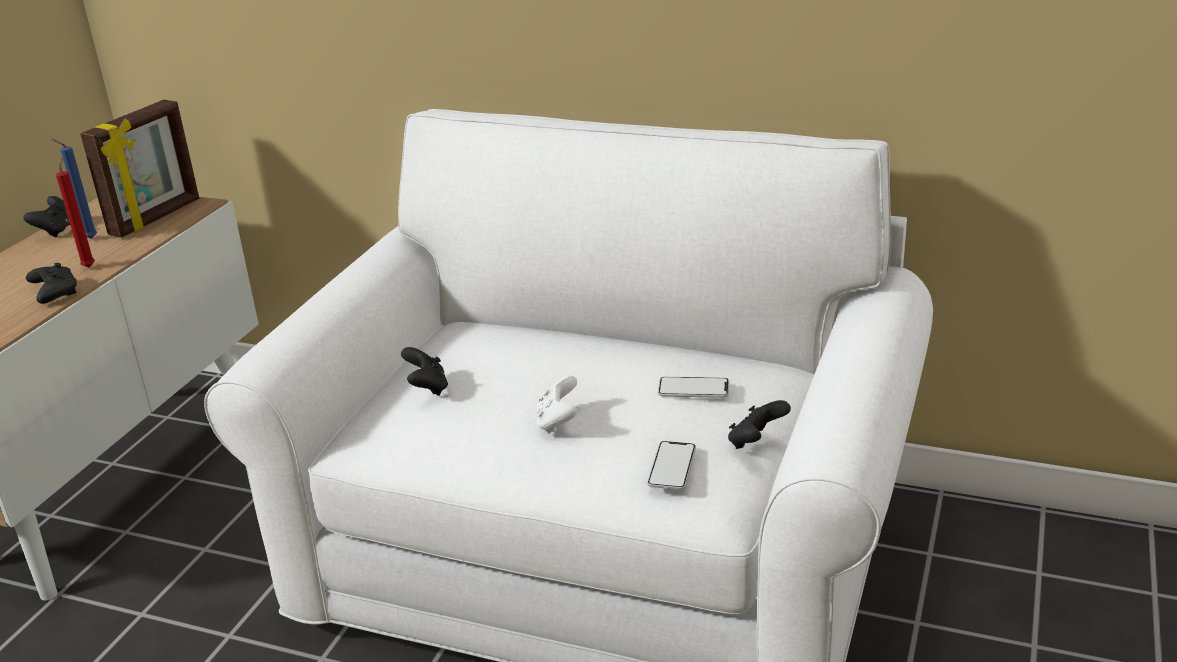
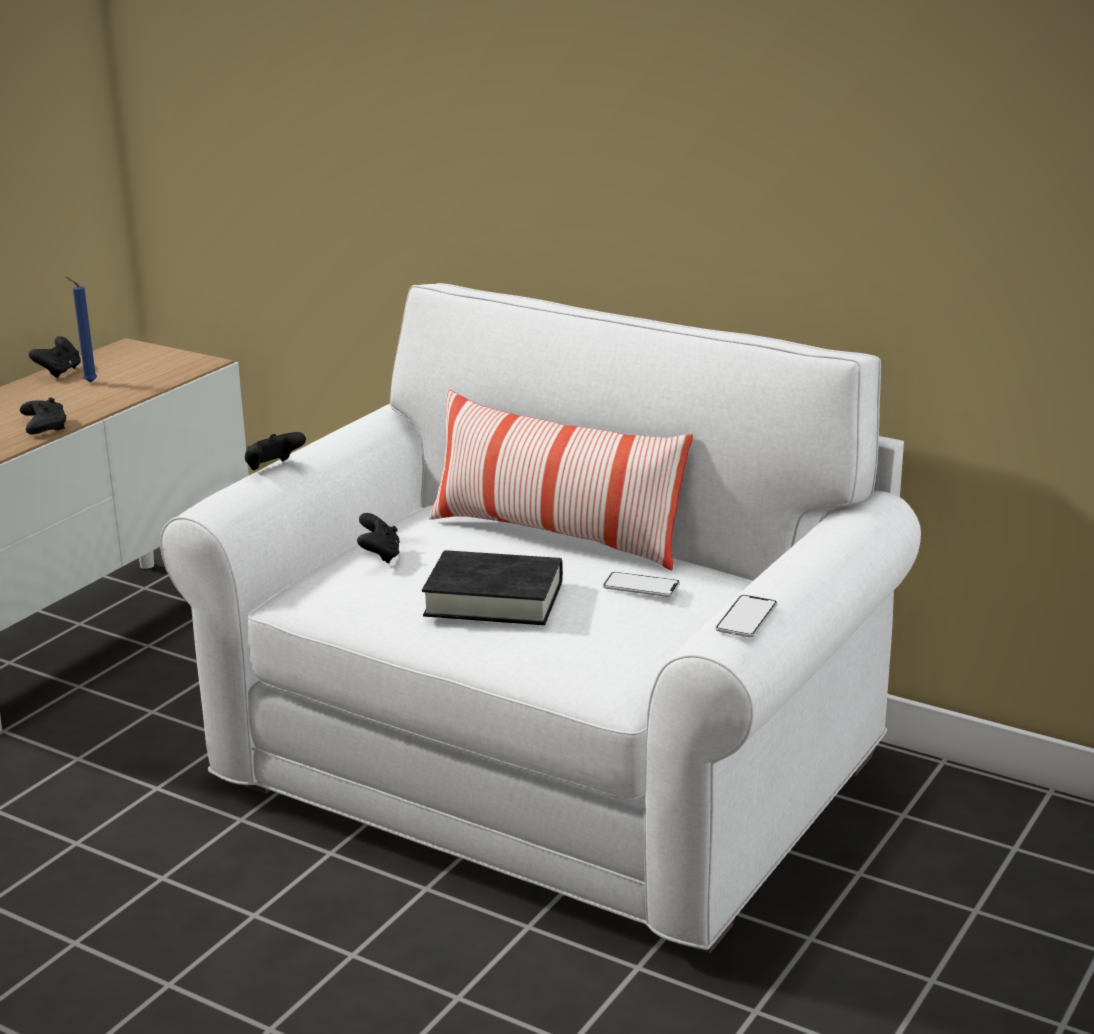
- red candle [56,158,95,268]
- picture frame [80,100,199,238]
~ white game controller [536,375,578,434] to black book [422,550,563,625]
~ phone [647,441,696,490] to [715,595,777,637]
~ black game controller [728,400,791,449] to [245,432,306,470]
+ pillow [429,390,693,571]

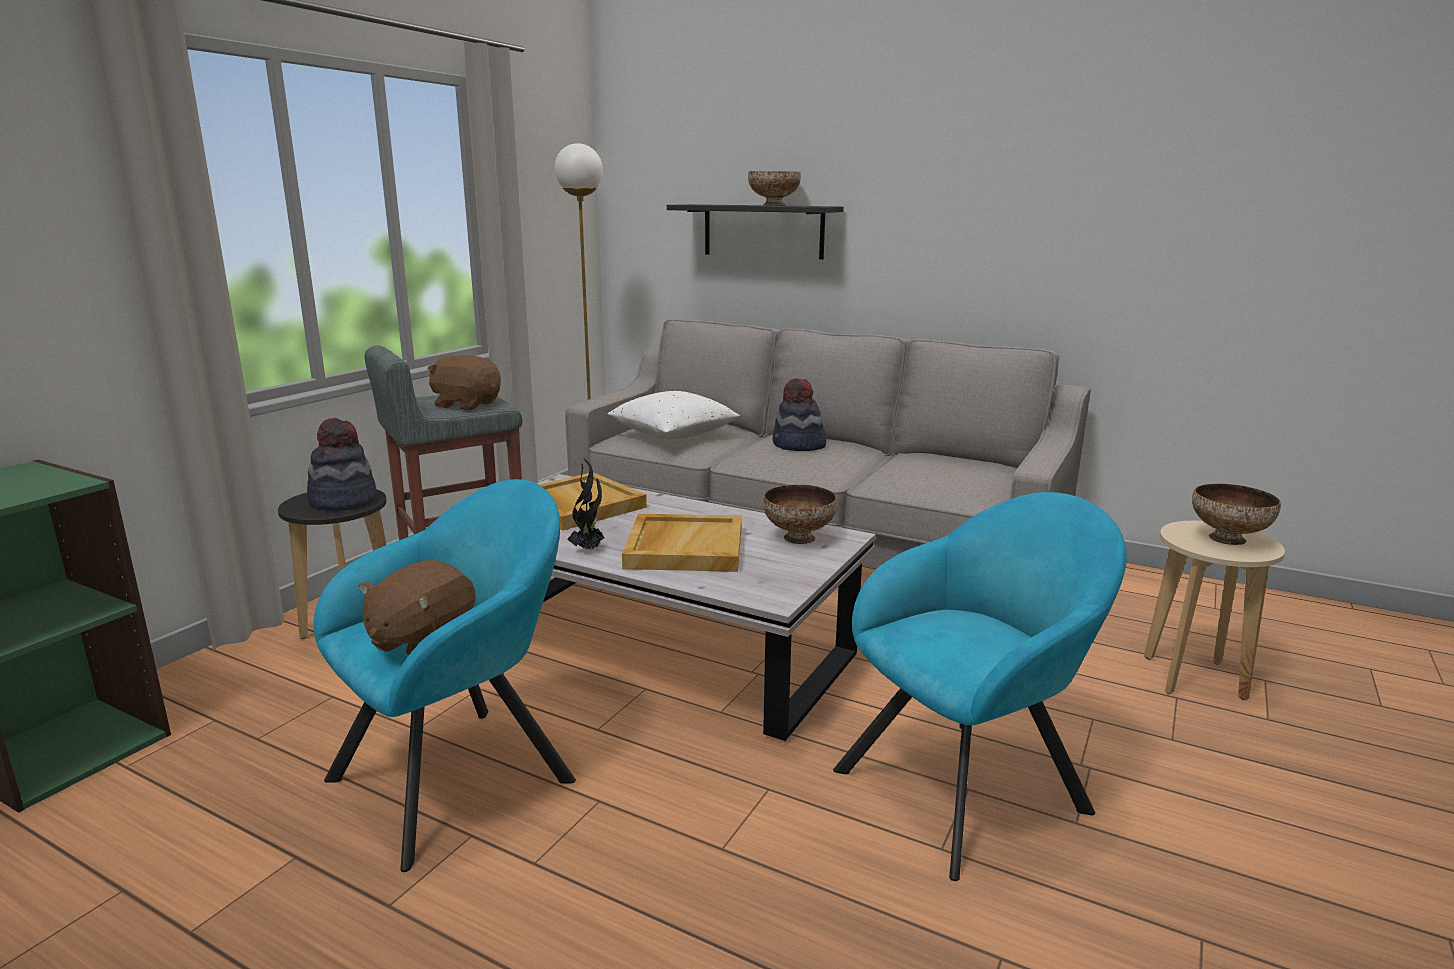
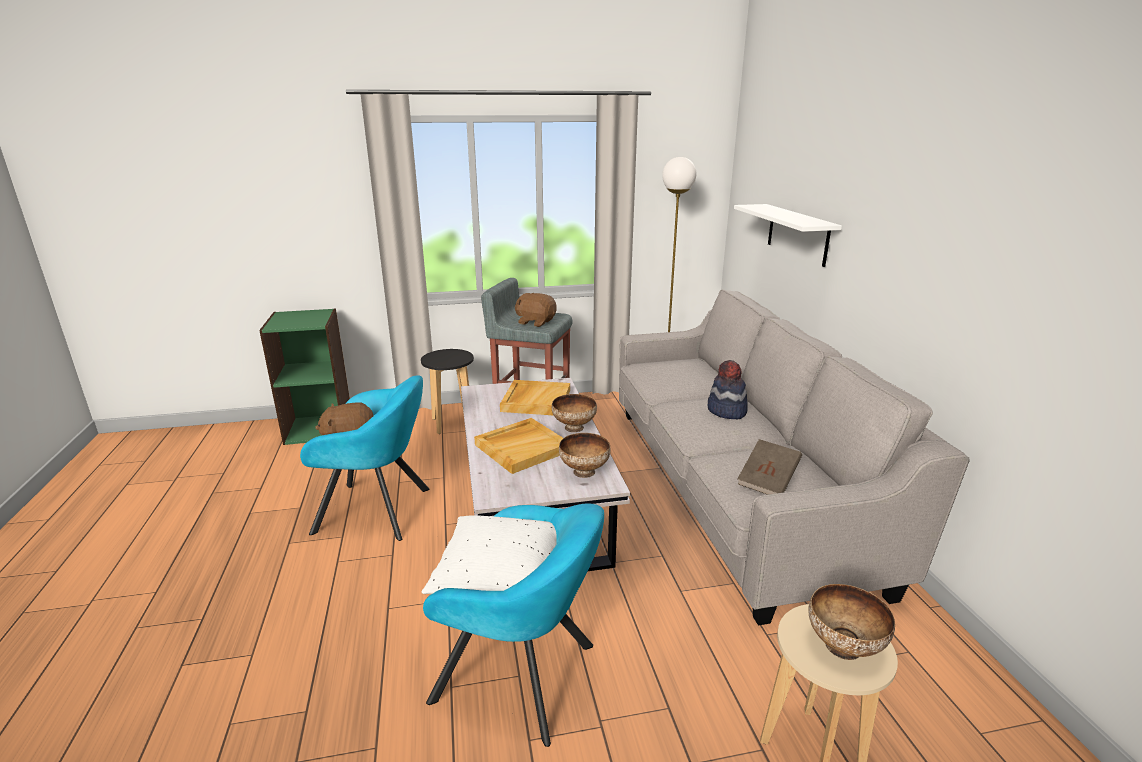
- hat [307,418,377,511]
~ brown plush toy [428,355,501,411] = [515,293,557,327] 45 degrees counterclockwise
- potted plant [567,459,605,550]
~ white pillow [607,391,740,440] to [422,515,557,594]
~ black shelf [667,204,844,259] to white shelf [734,204,842,267]
~ bowl [748,171,801,206] to [552,394,597,432]
+ brown book [738,439,802,495]

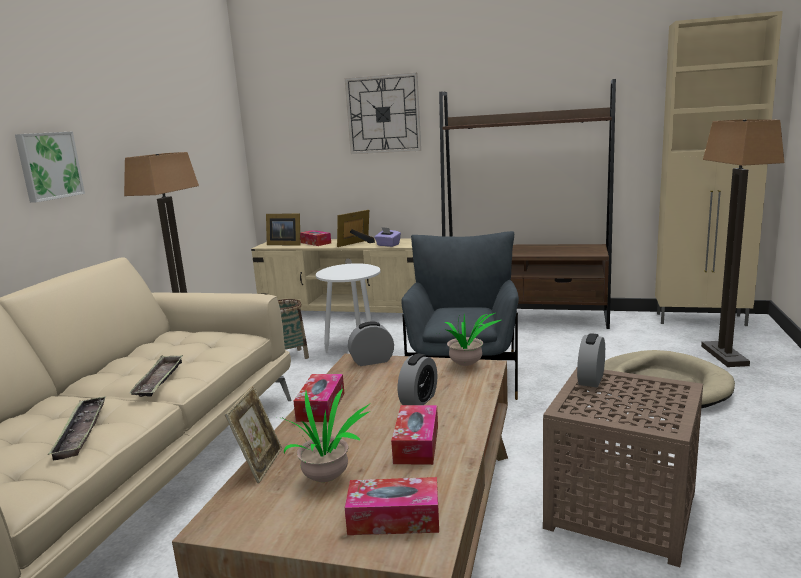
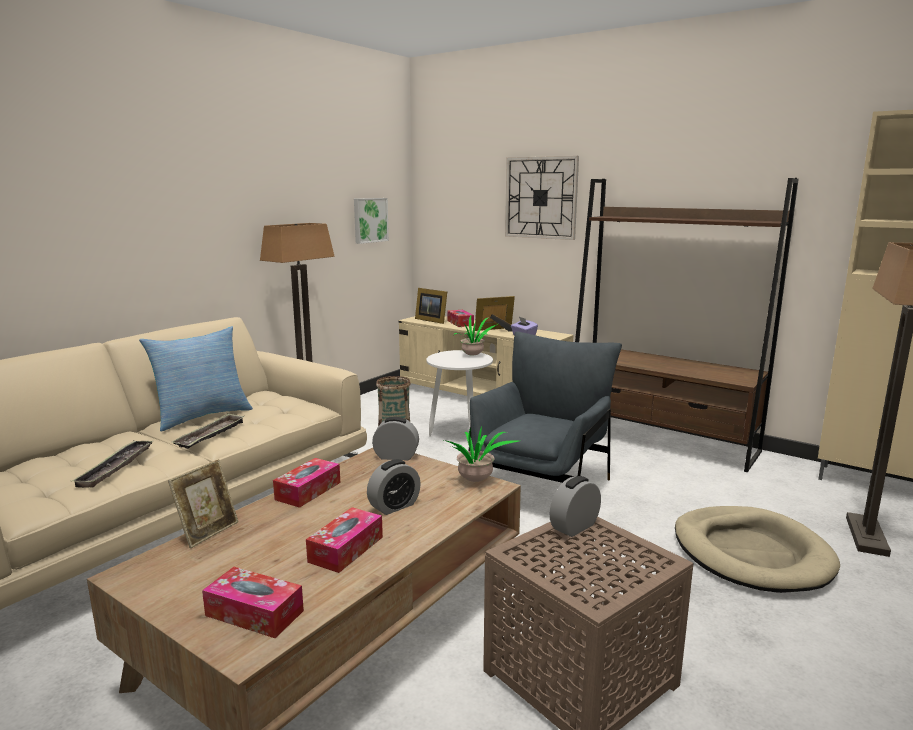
~ picture [15,131,85,203] to [354,198,389,244]
~ potted plant [281,389,371,482] to [454,316,498,355]
+ pillow [139,326,253,432]

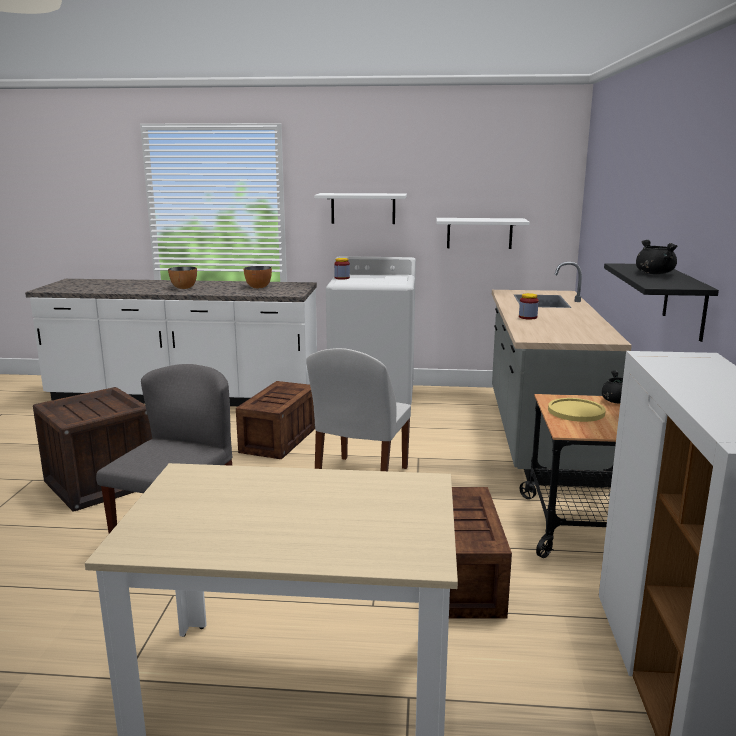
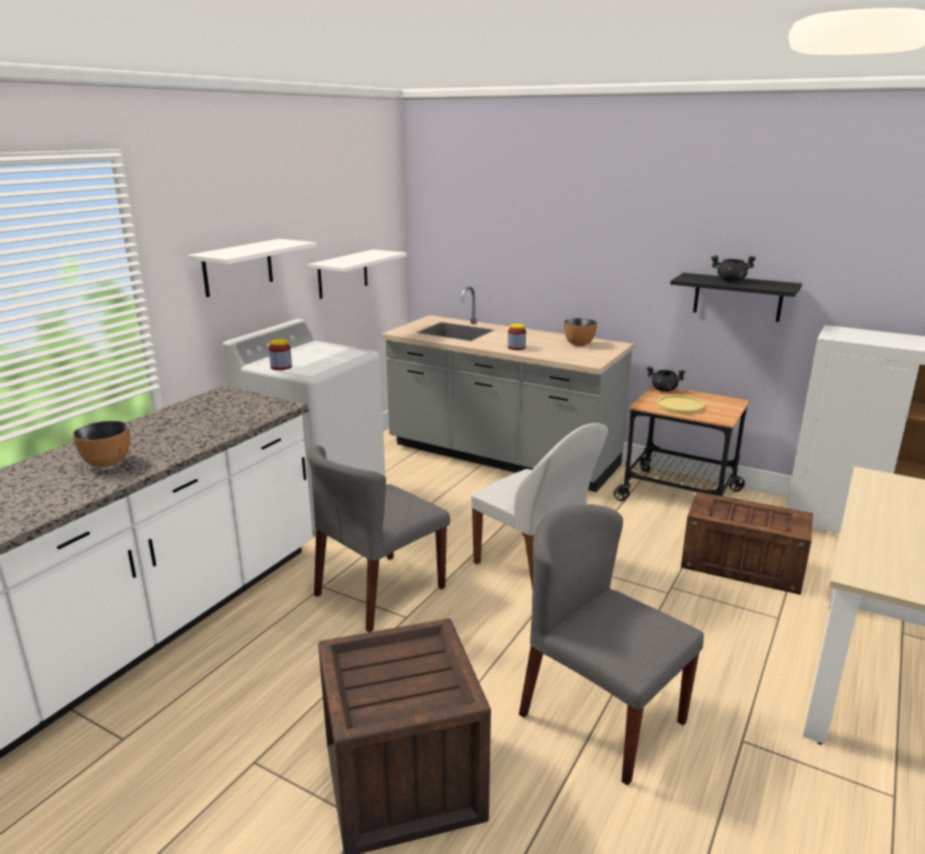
~ crate [236,381,315,459] to grey chair [307,445,450,632]
~ bowl [244,266,272,288] to [564,318,597,346]

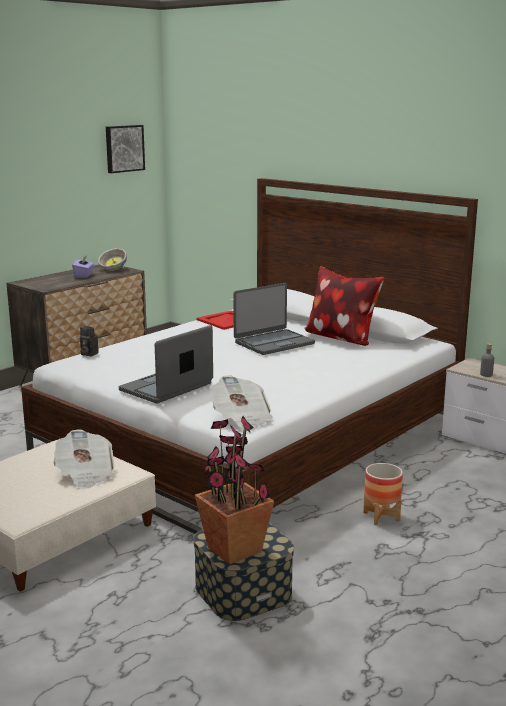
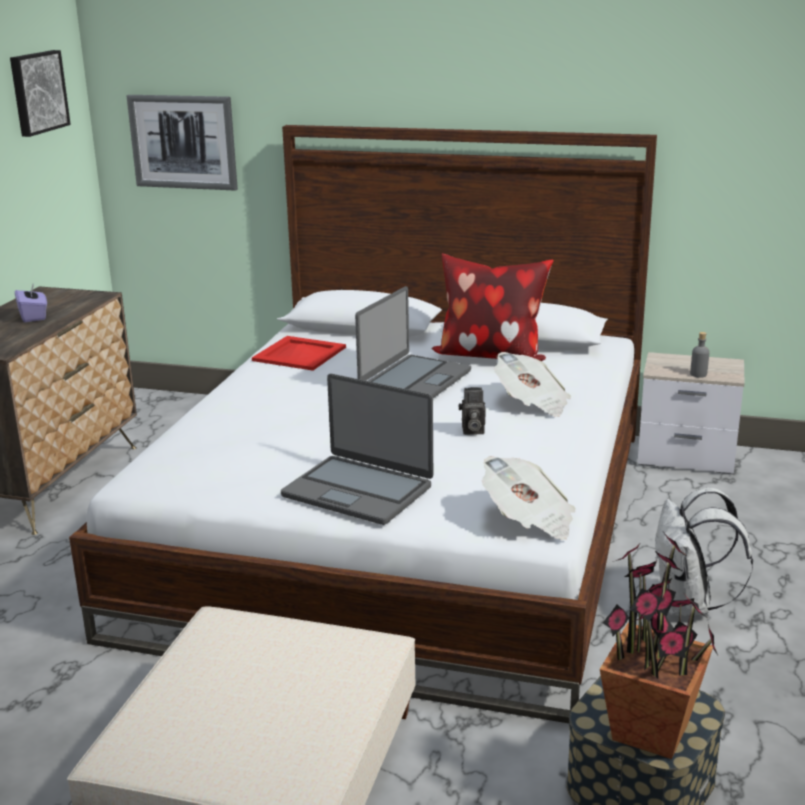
~ newspaper [53,429,115,490] to [494,352,571,417]
~ photo camera [80,326,99,356] to [459,387,485,435]
- bowl [98,248,127,271]
~ laptop [119,325,213,404] = [281,374,433,525] 75 degrees counterclockwise
~ planter [364,463,403,525] to white backpack [655,488,753,616]
+ picture [126,95,238,190]

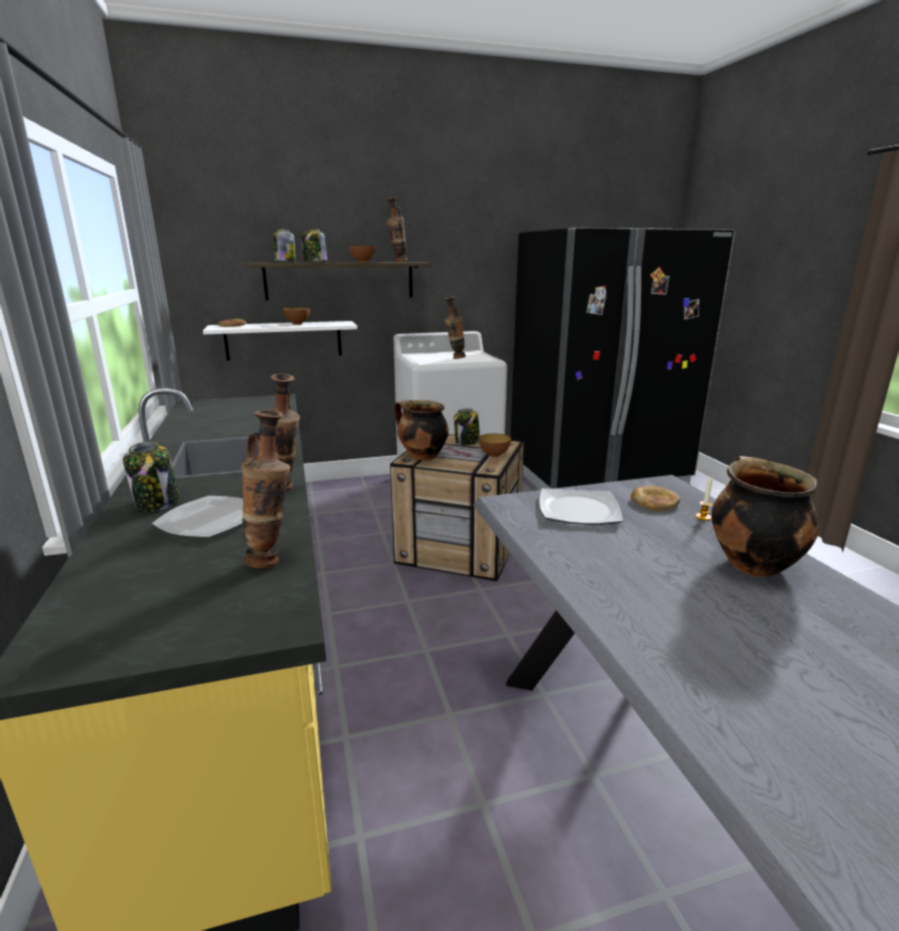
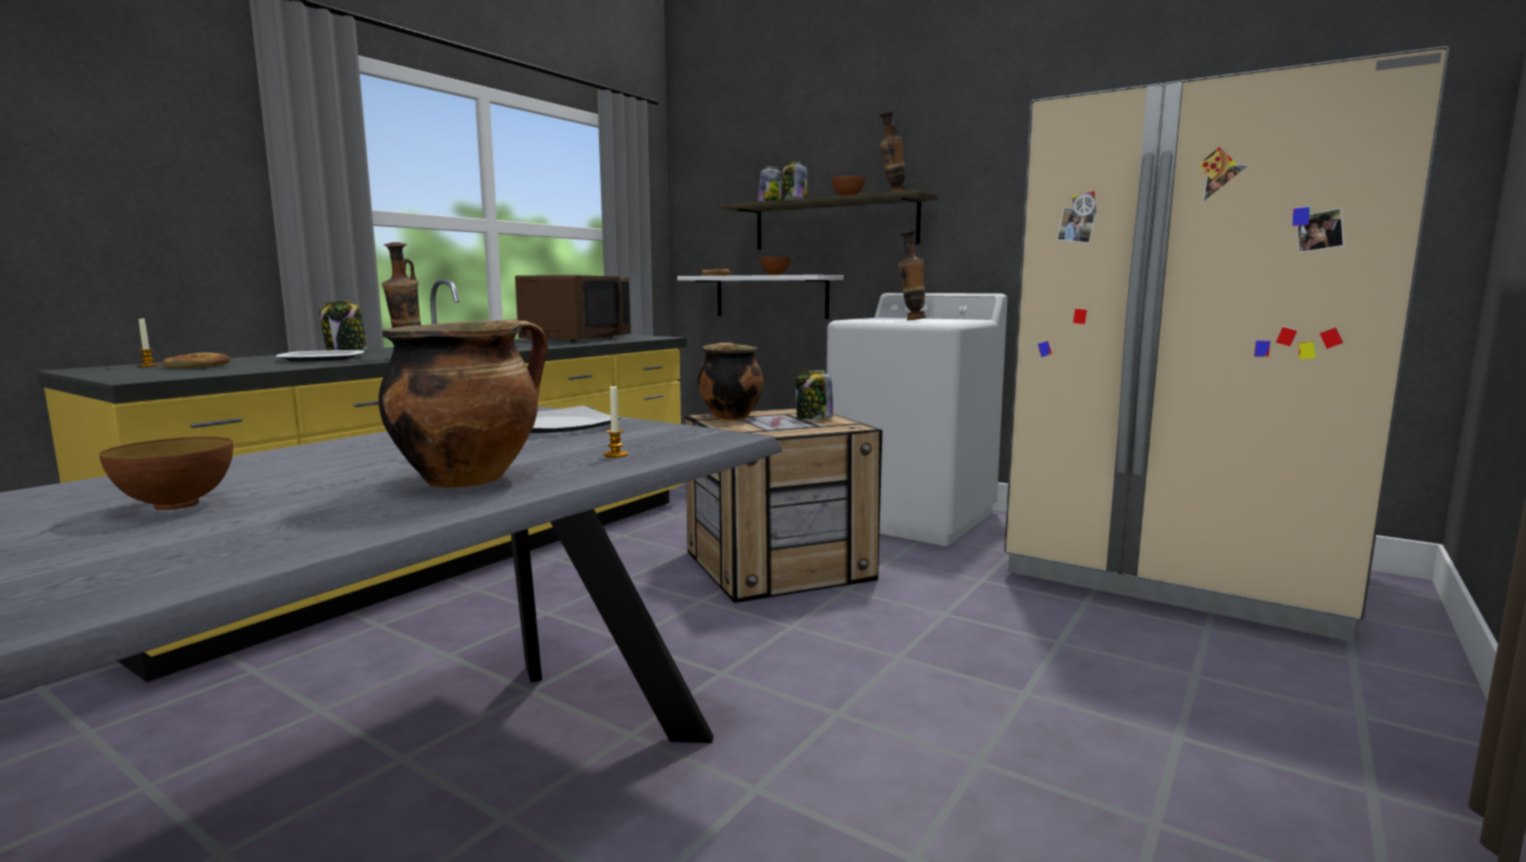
- vase [241,411,290,568]
~ bowl [479,433,511,457] to [99,437,233,510]
~ black fridge [511,228,735,490] to beige fridge [1004,46,1450,642]
~ bread [630,486,680,511] to [163,352,231,368]
+ candle [138,317,159,367]
+ brown microwave [515,275,631,342]

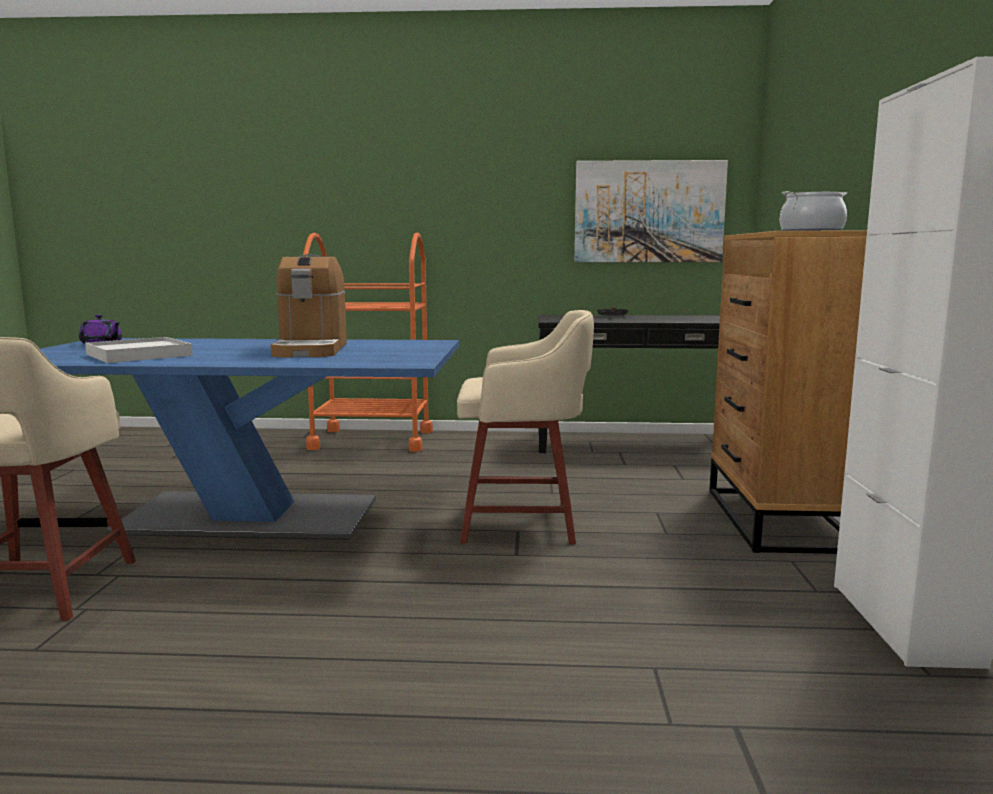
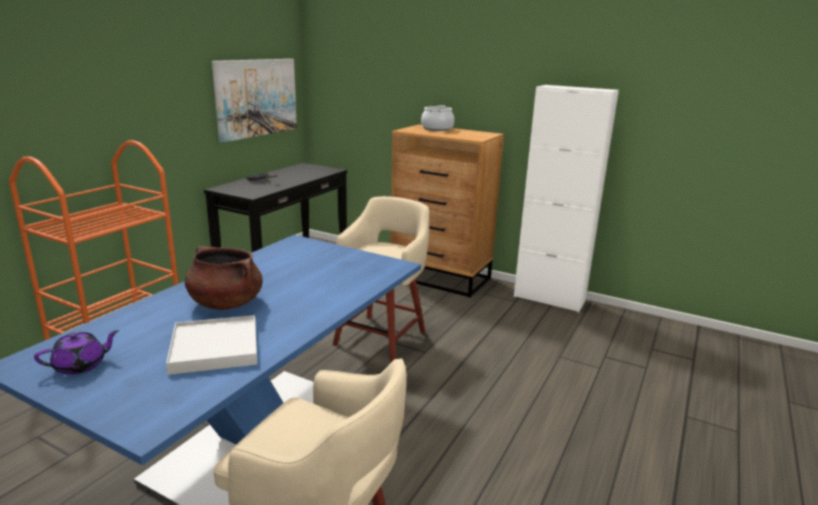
- coffee machine [271,254,347,358]
+ brown cooking pot [185,246,262,310]

